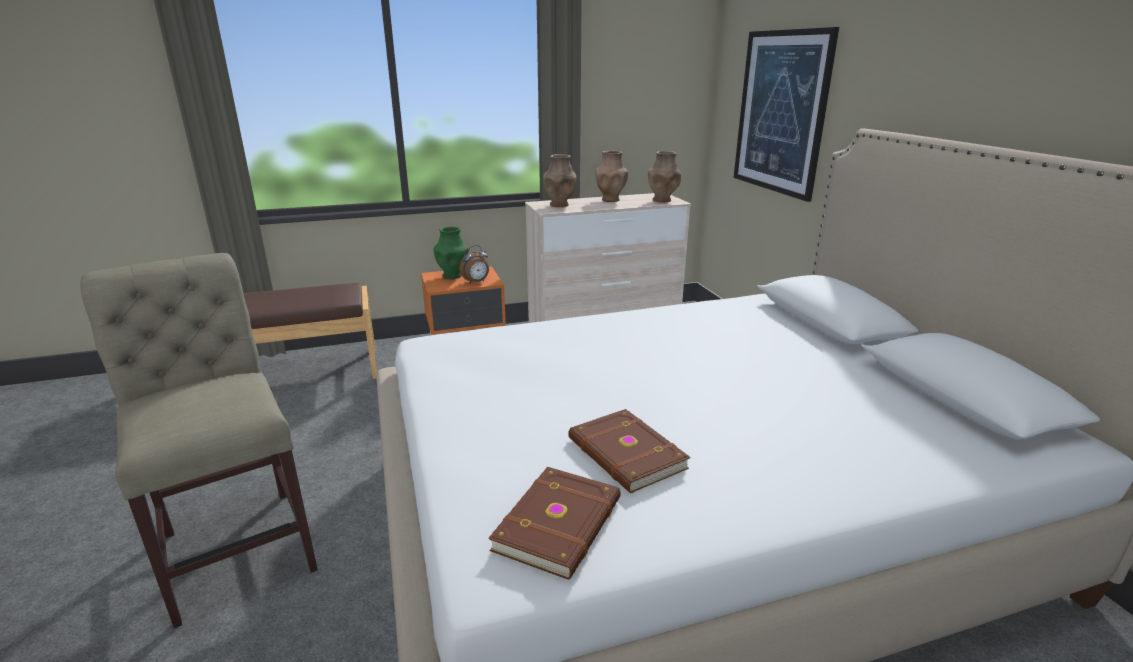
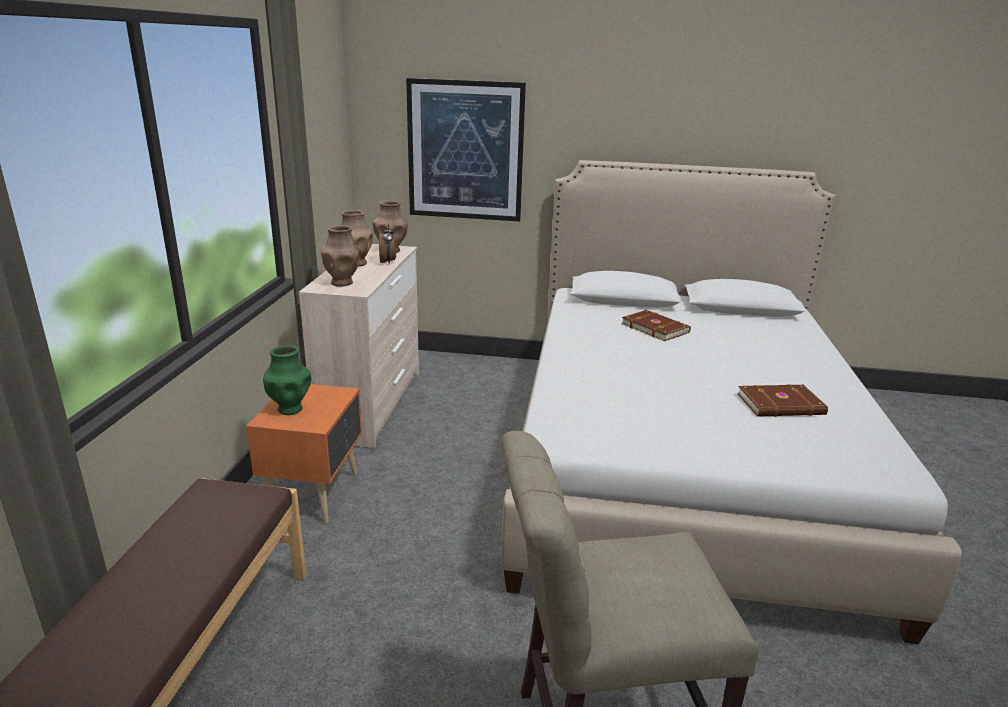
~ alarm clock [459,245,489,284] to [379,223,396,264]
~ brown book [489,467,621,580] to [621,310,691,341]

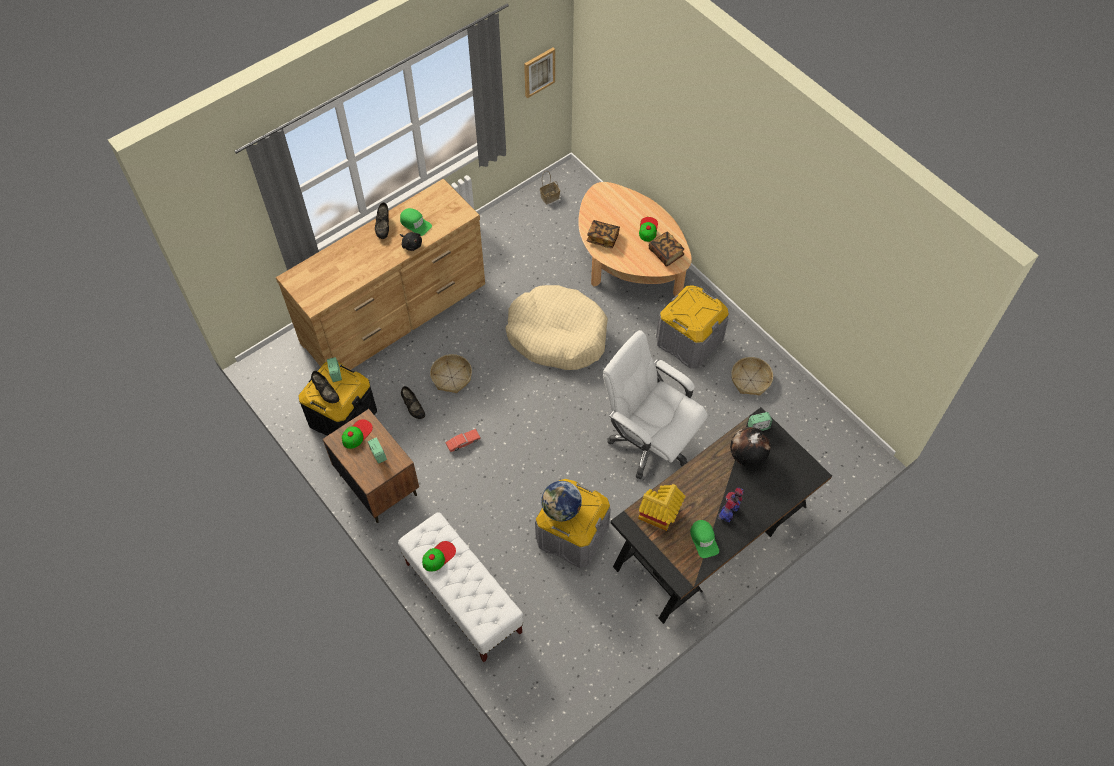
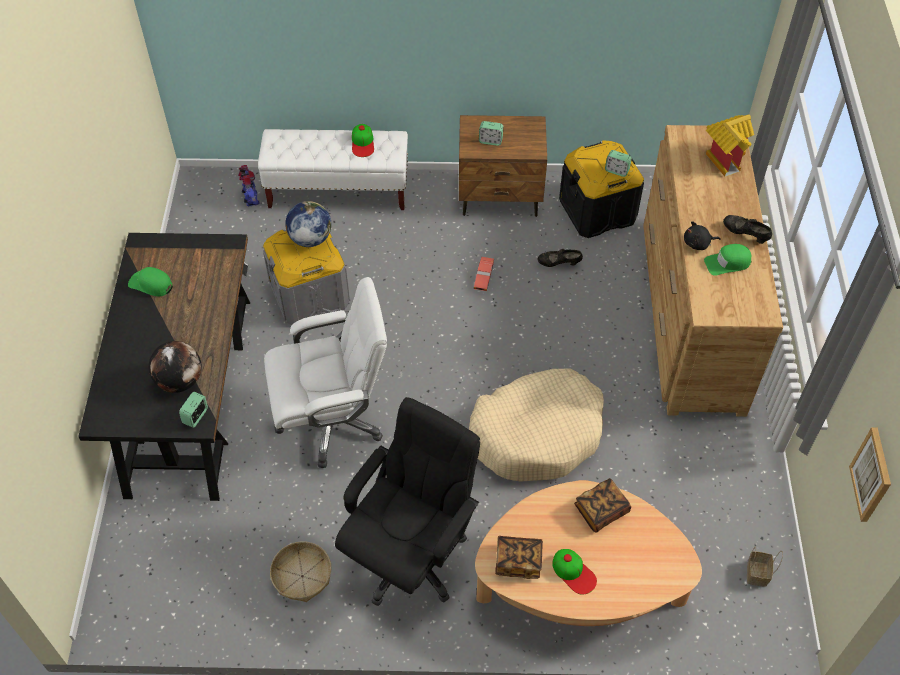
- black shoe [311,371,339,403]
- cap [342,419,373,449]
- basket [430,354,472,393]
~ toy house [638,484,686,531] to [706,115,754,177]
~ grey storage box [656,285,729,369] to black office chair [335,397,480,606]
~ toy robot [717,488,744,522] to [238,165,260,206]

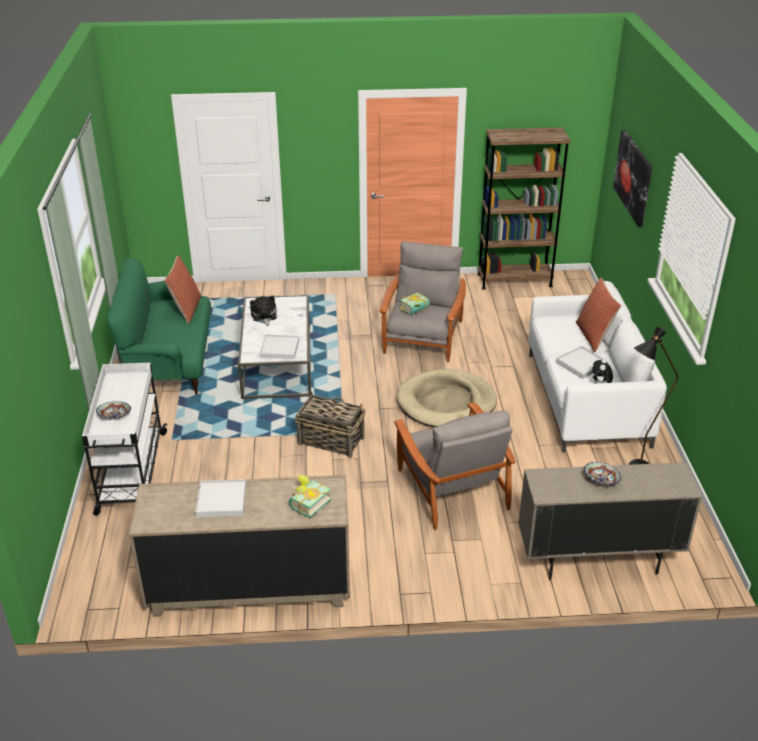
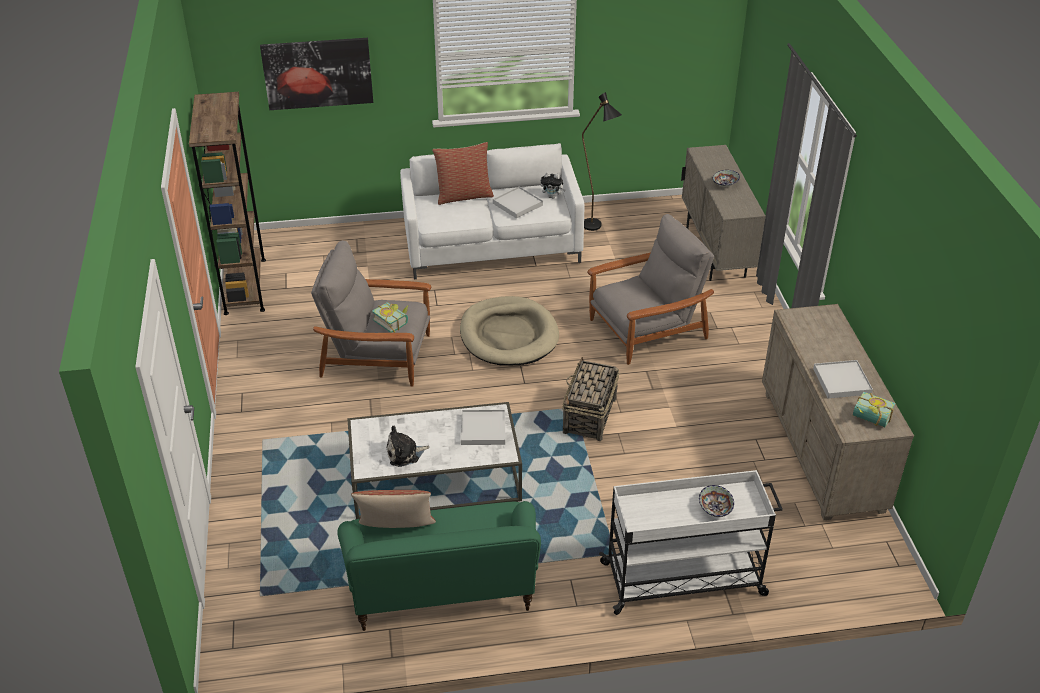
~ book [289,475,331,518] to [853,392,895,427]

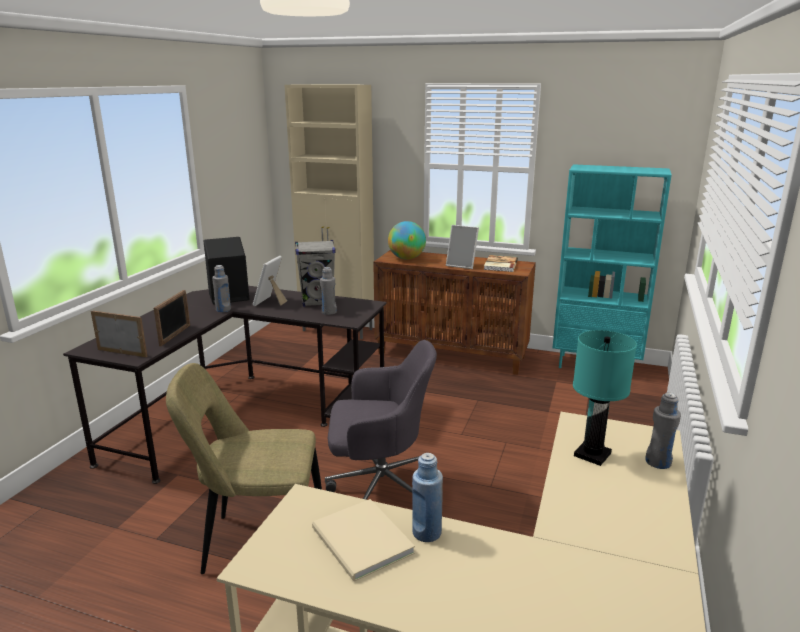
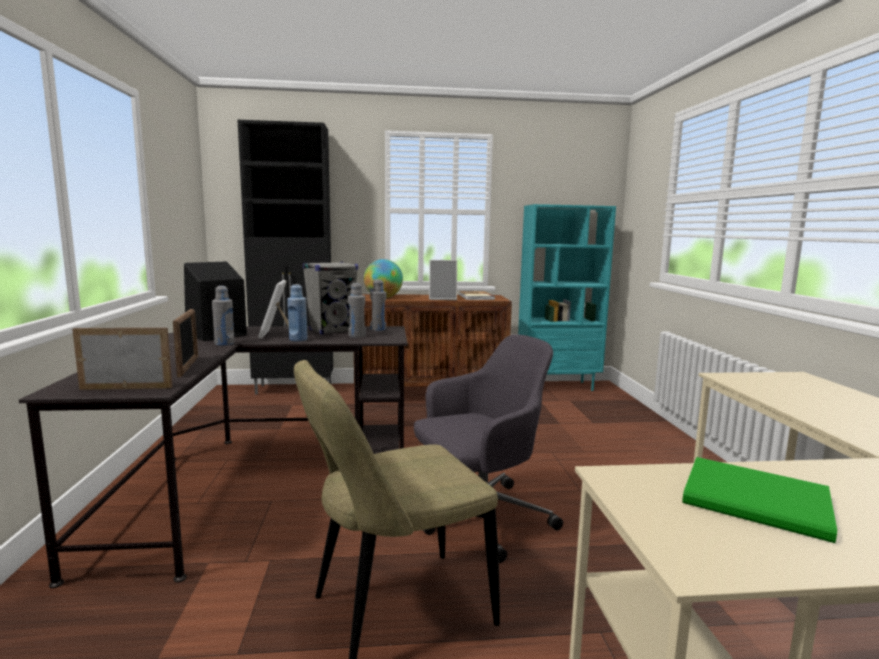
~ beige cabinet [285,84,374,339] to black cabinet [237,120,333,395]
~ beige book [312,499,415,582] to green book [682,457,837,543]
~ blue bottle [412,453,443,542] to [287,284,308,341]
- turquoise table lamp [573,330,637,466]
~ grey bottle [645,393,681,469] to [370,280,387,331]

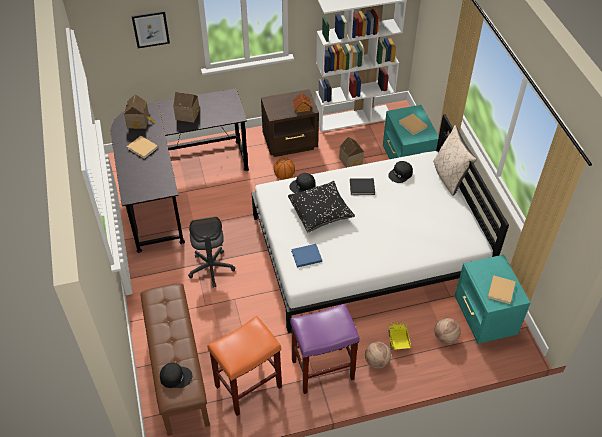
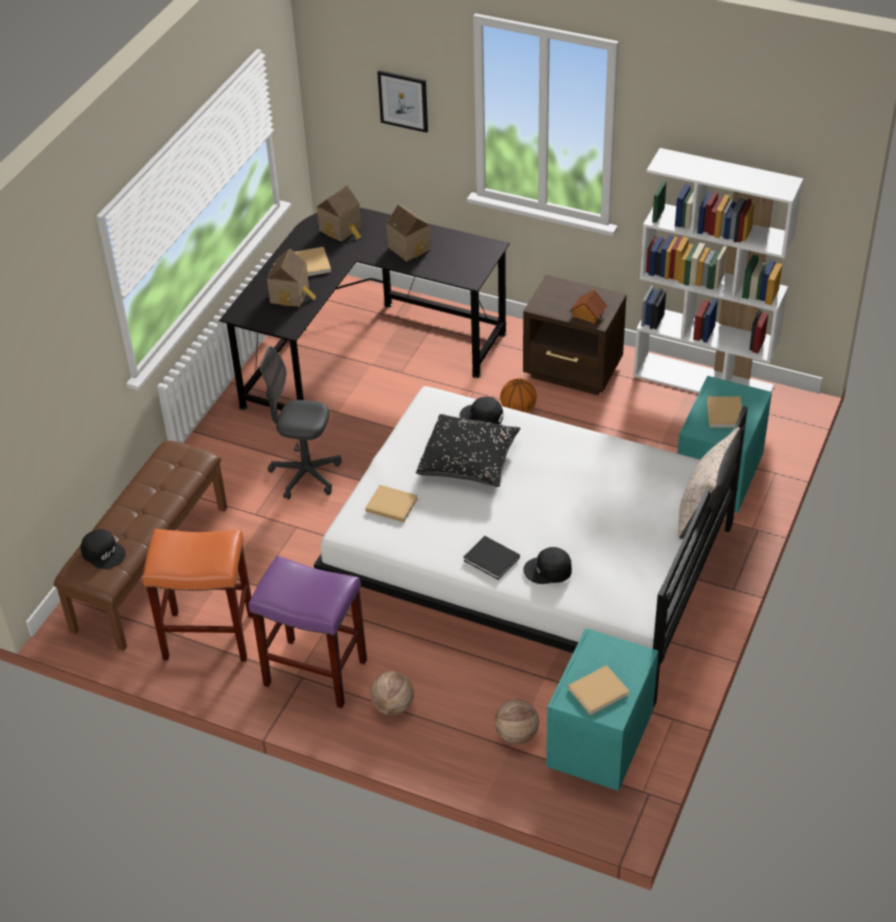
~ grey office chair [188,217,235,288] = [259,346,342,500] 75 degrees clockwise
~ blue book [291,244,322,268] to beige book [365,485,418,522]
~ toy house [339,137,365,168] to [267,249,316,307]
~ black book [350,178,375,195] to [463,536,520,580]
~ black cap [388,161,413,183] to [523,547,572,584]
- toy truck [388,322,411,350]

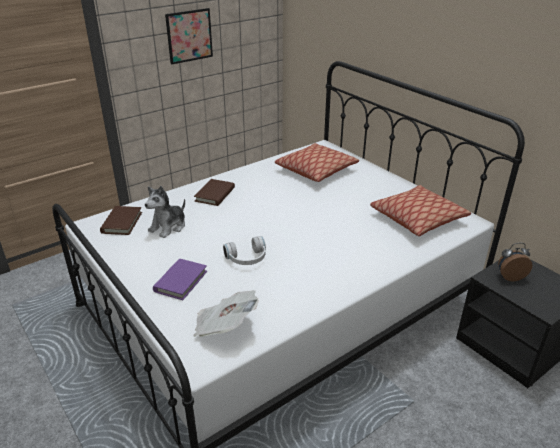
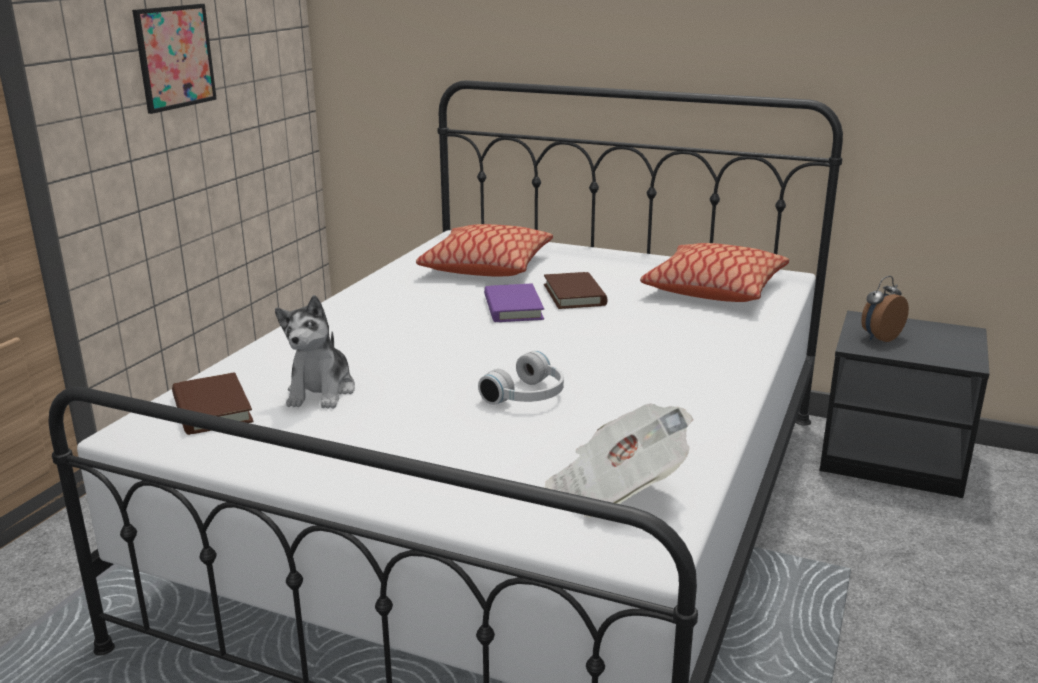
~ purple book [153,259,207,300] to [484,284,544,322]
~ brown book [194,179,235,206] to [544,272,608,309]

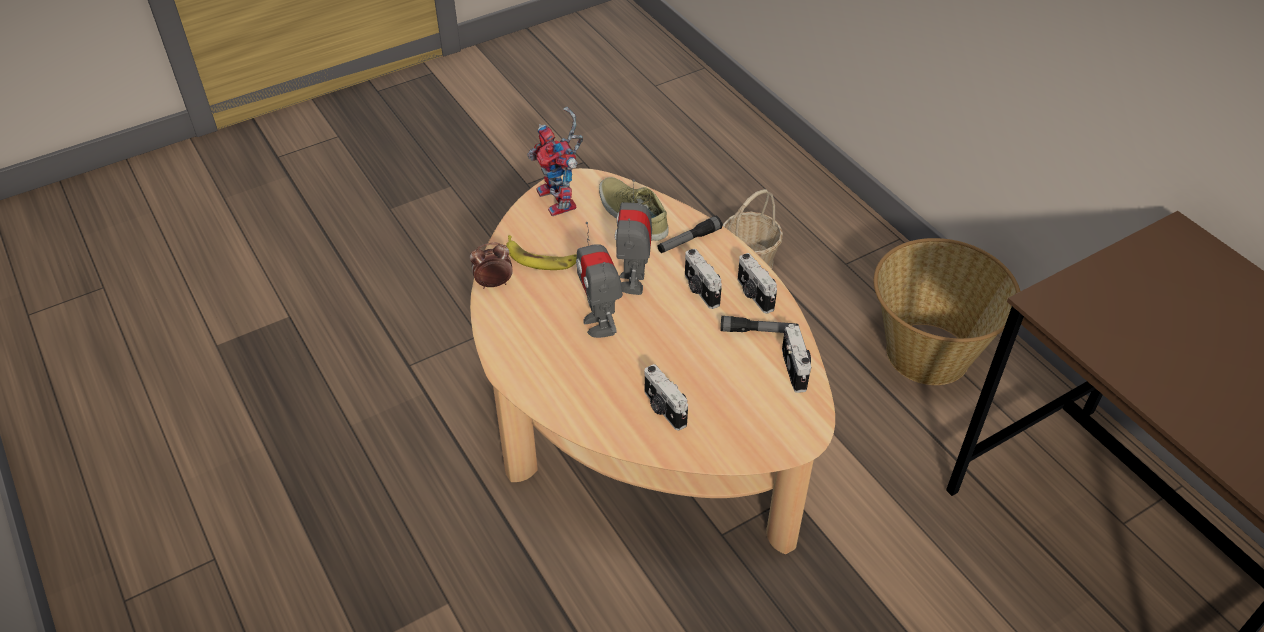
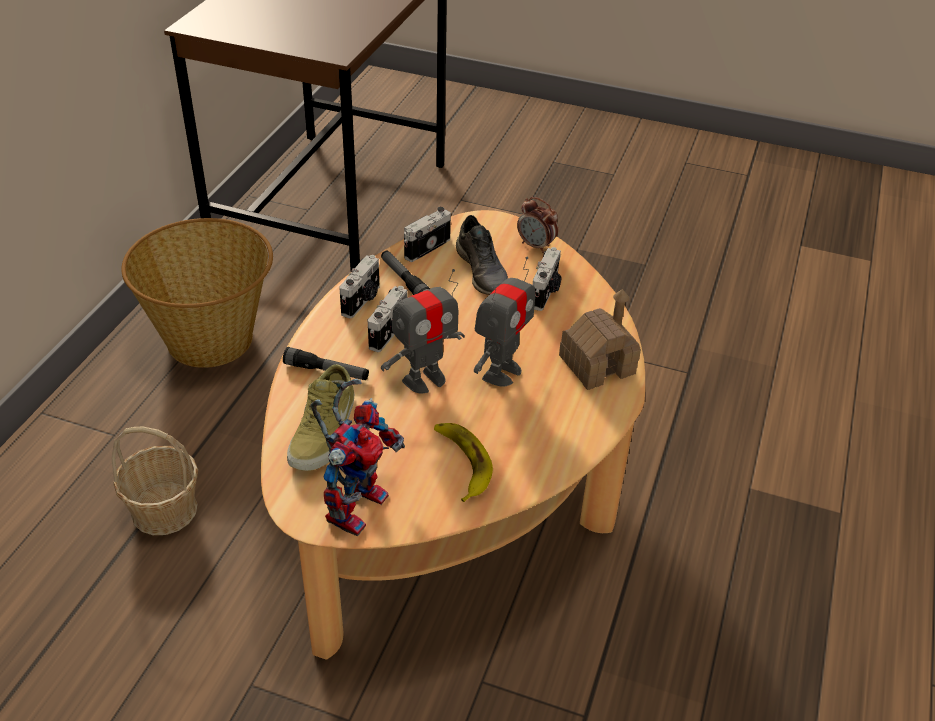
~ alarm clock [470,243,513,289] to [517,197,558,253]
+ grey shoe [456,215,508,295]
+ toy house [559,289,641,390]

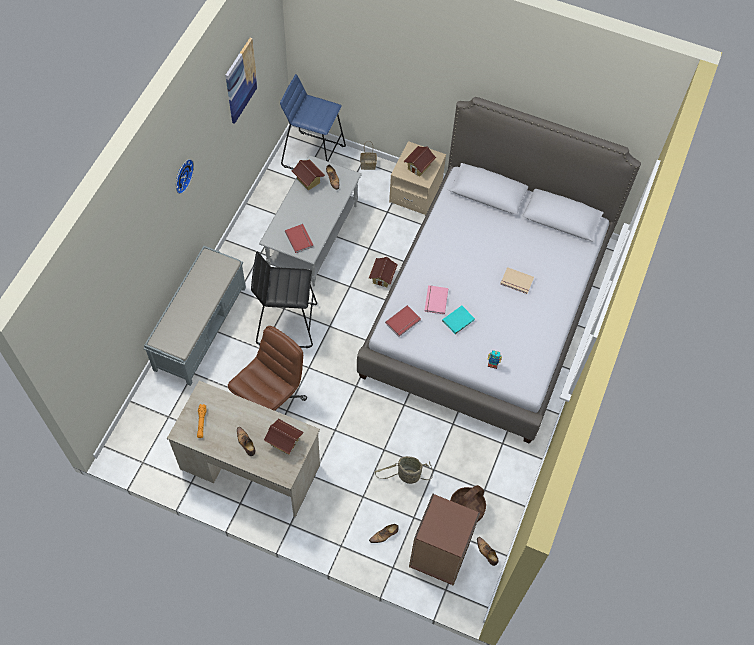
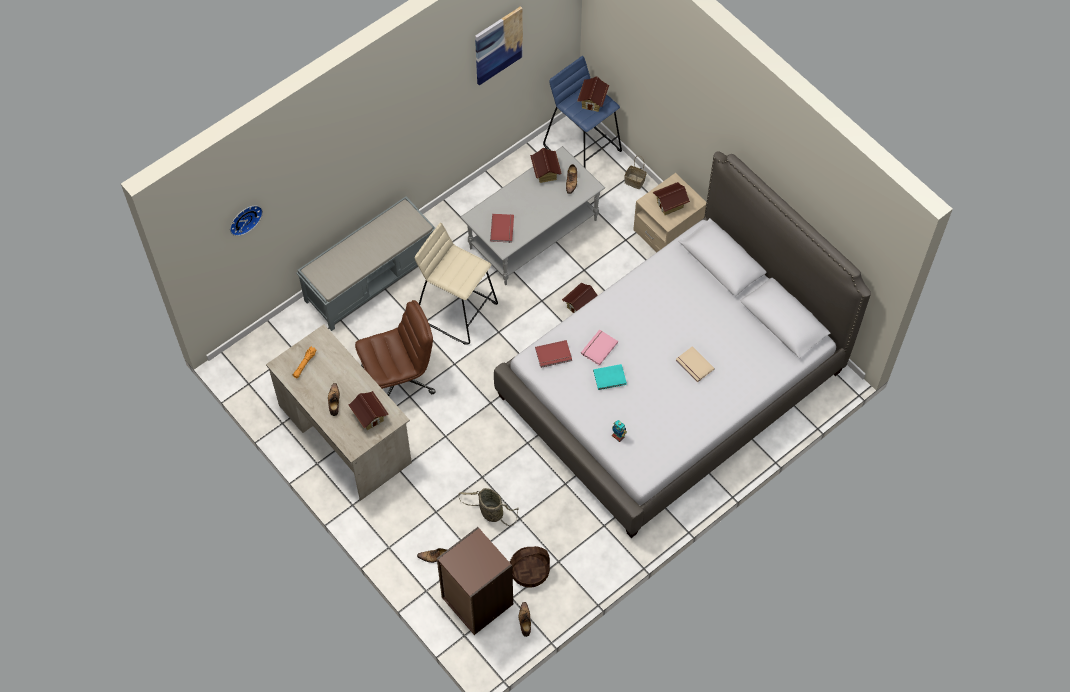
~ wall clock [176,159,194,194] to [230,205,263,236]
~ black stool [251,251,317,348] to beige stool [415,223,498,345]
+ toy house [577,77,609,112]

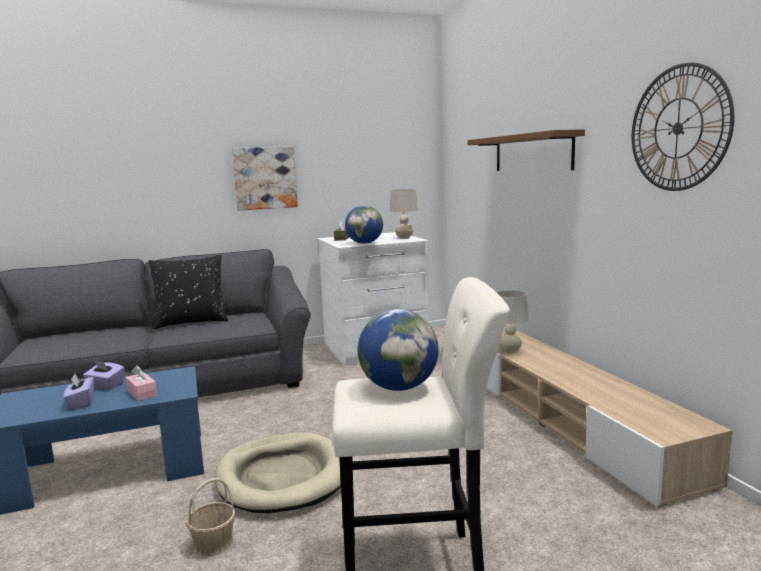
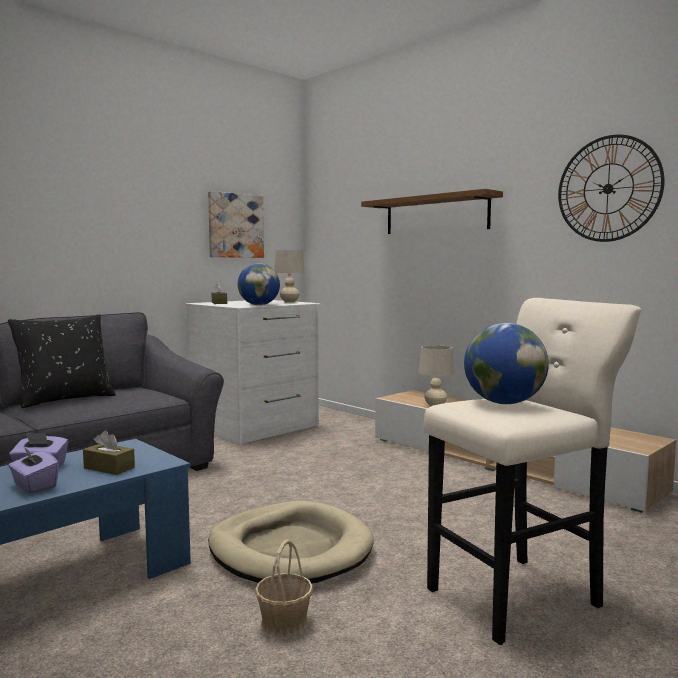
~ pink tissue box [126,365,157,401] to brown tissue box [83,431,135,475]
~ picture [232,146,298,211] to [208,191,264,258]

